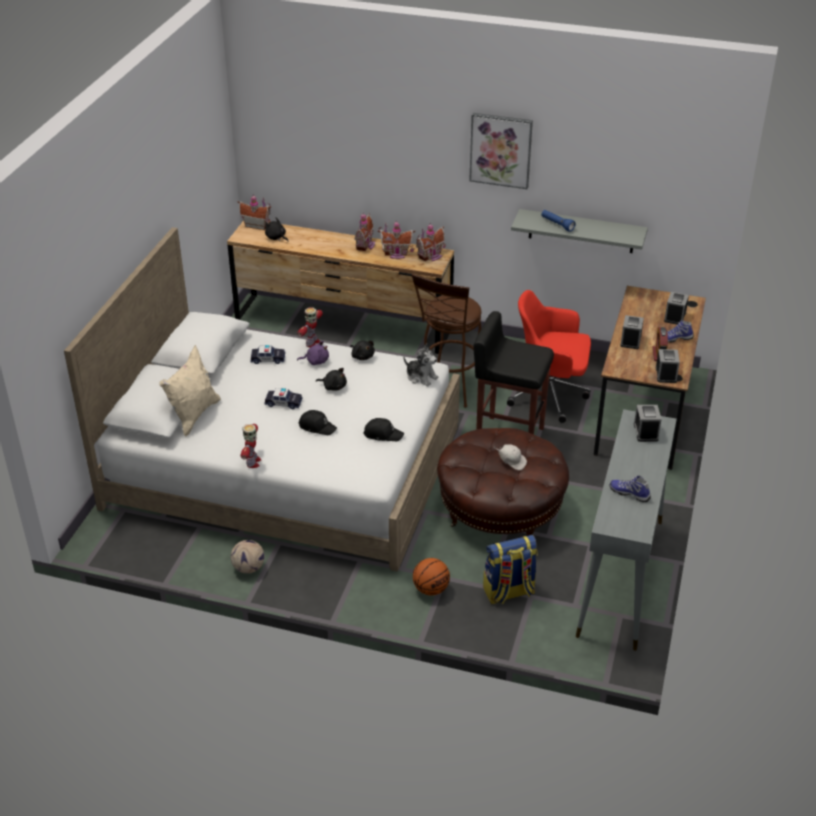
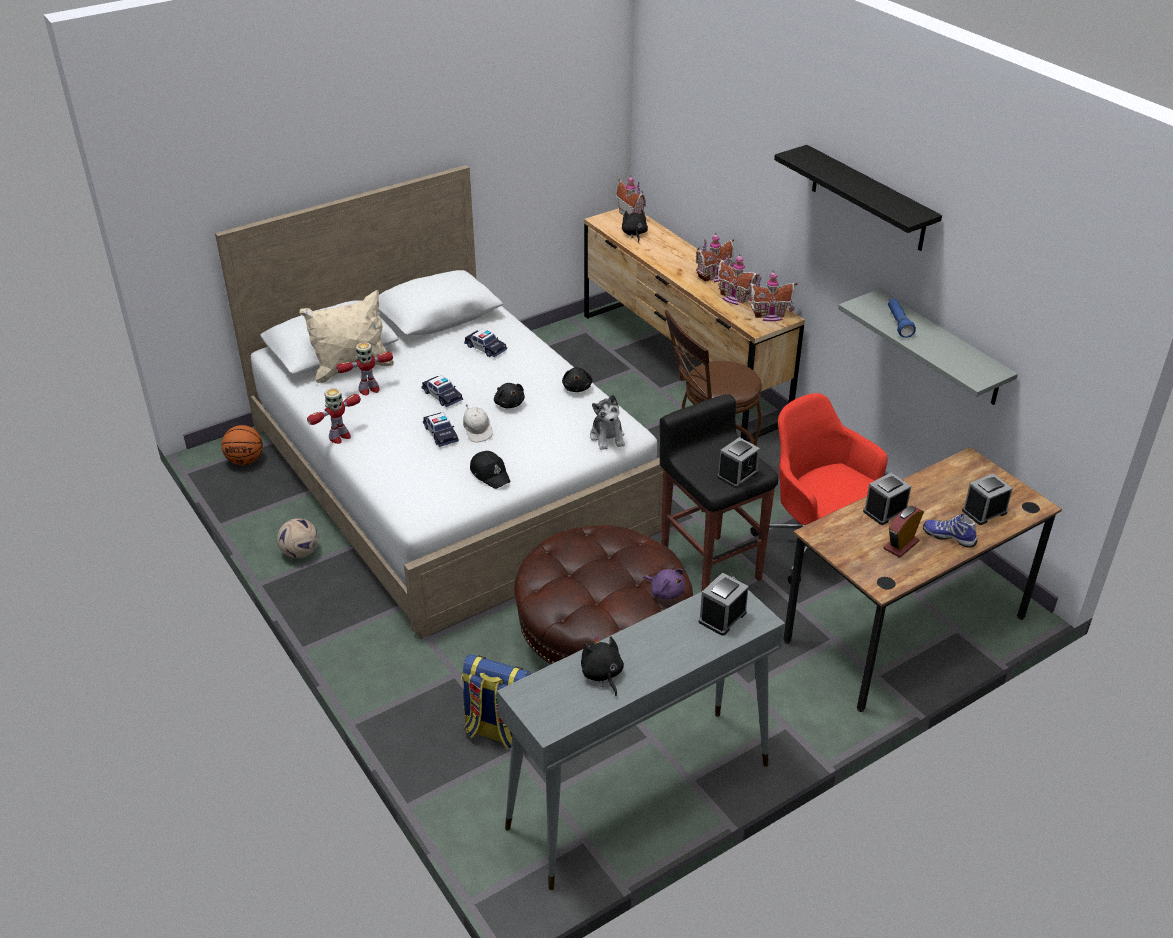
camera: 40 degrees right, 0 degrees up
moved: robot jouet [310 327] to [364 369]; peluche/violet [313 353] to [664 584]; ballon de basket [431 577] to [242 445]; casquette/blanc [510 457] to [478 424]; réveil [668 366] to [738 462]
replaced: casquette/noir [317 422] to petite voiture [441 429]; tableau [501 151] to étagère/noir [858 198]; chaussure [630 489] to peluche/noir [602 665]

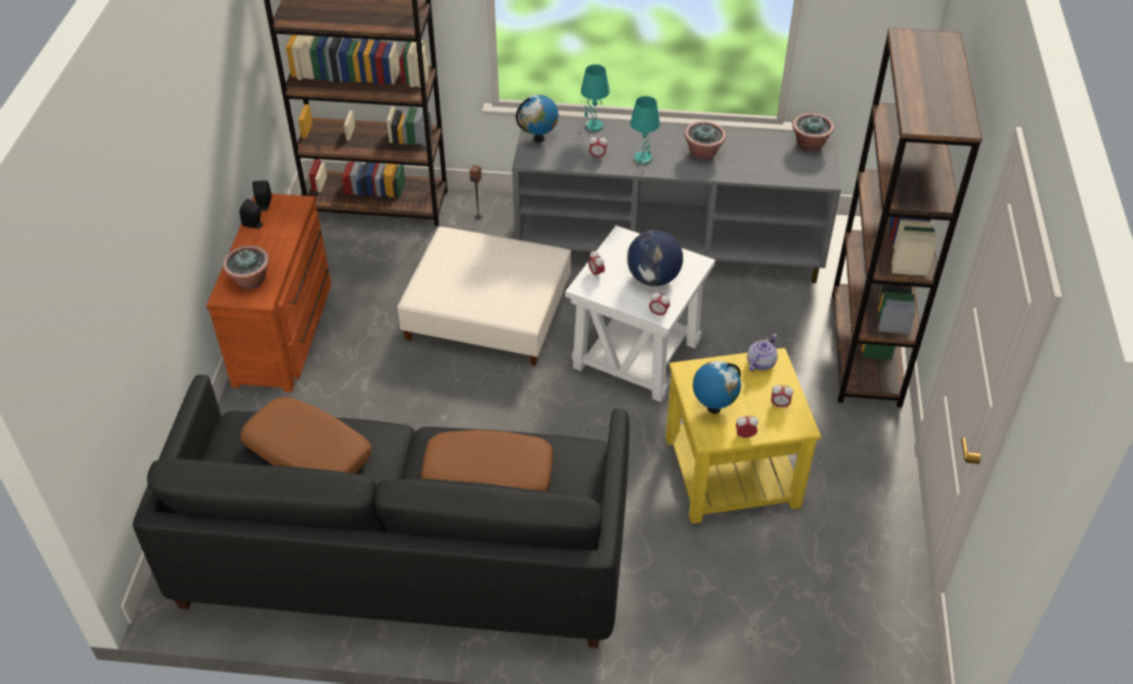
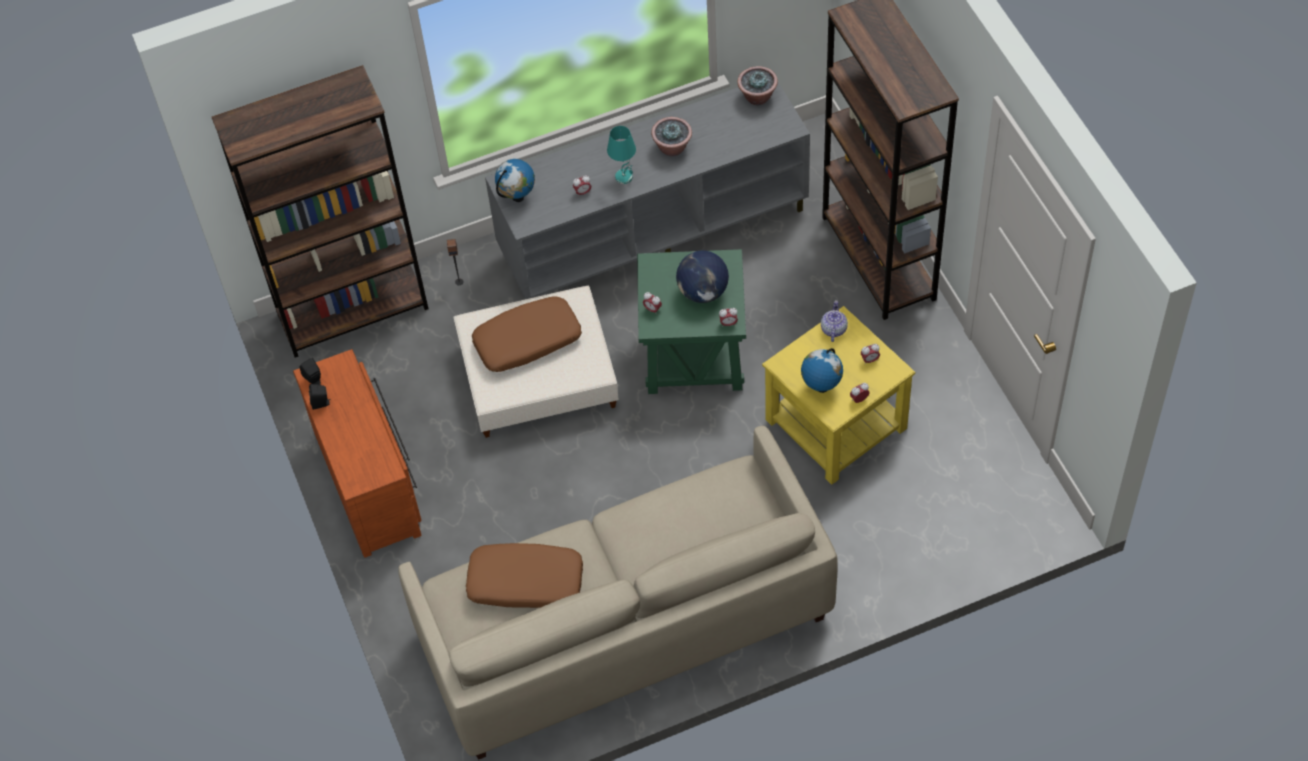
camera: 25 degrees left, 10 degrees up
removed: plante en pot [246 267]; lampe de table/turquoise [595 98]
moved: coussin/marron [487 460] to [527 334]
recoloured: canapé/noir [381 511] to canapé/beige [618 593]; table d'appoint/blanc [640 313] to table d'appoint/vert [691 321]

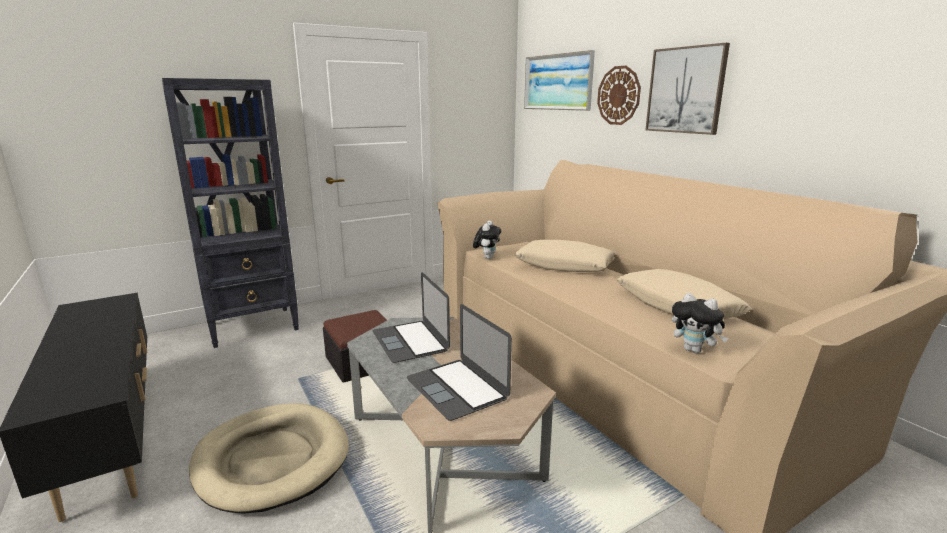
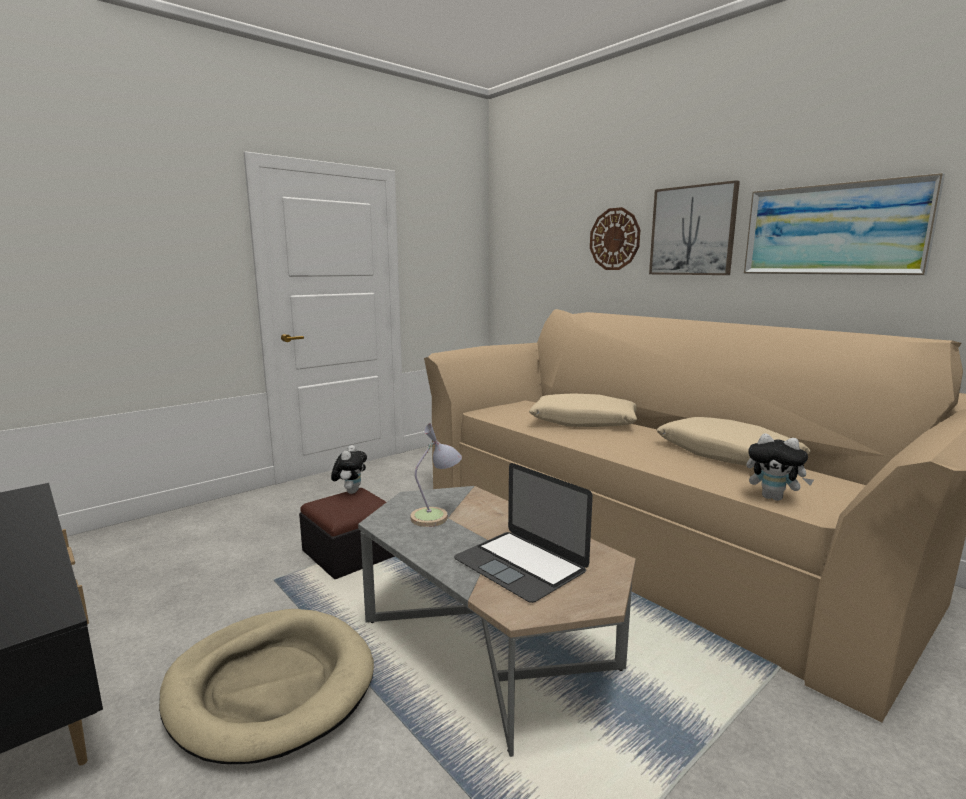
camera: 10 degrees left, 5 degrees down
removed: bibliothèque/noir [230 213]
moved: peluche [487 240] to [349 469]; tableau [559 80] to [844 224]
replaced: ordinateur portable [411 318] to lampe de table [436 475]

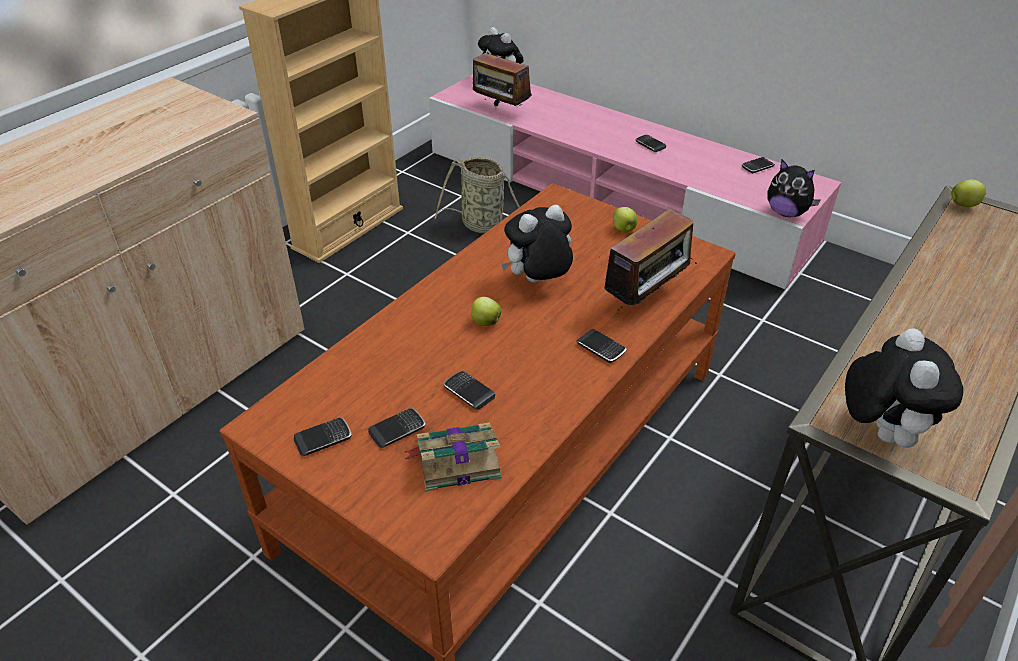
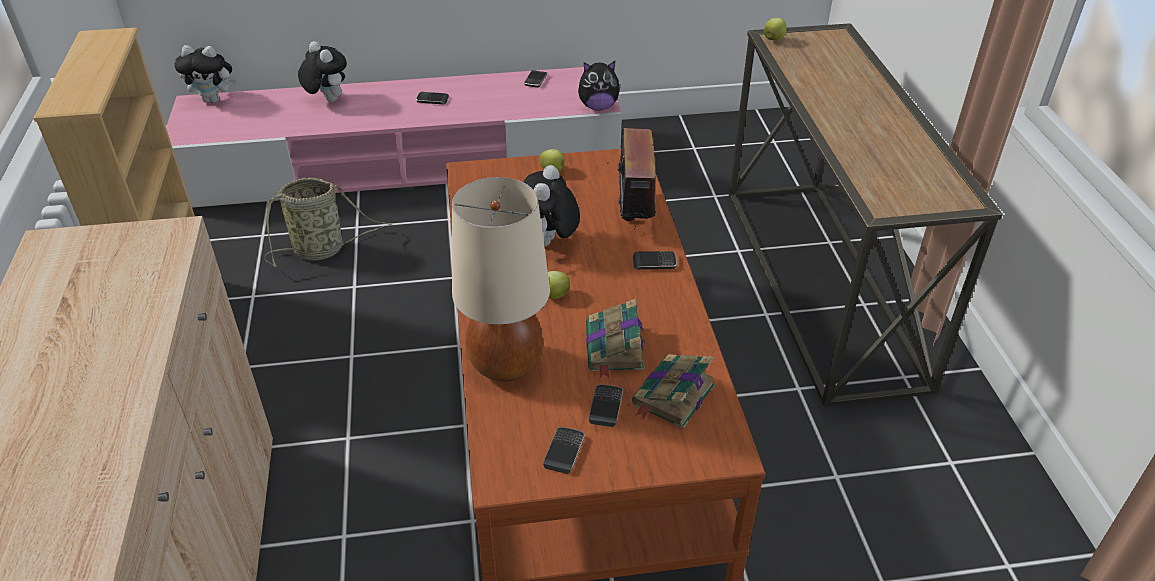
camera: 45 degrees left, 0 degrees up
removed: radio [502 76]
added: lampe de table/beige [501 279]
moved: peluche [904 388] to [322 71]
replaced: téléphone [469 390] to livre [615 338]

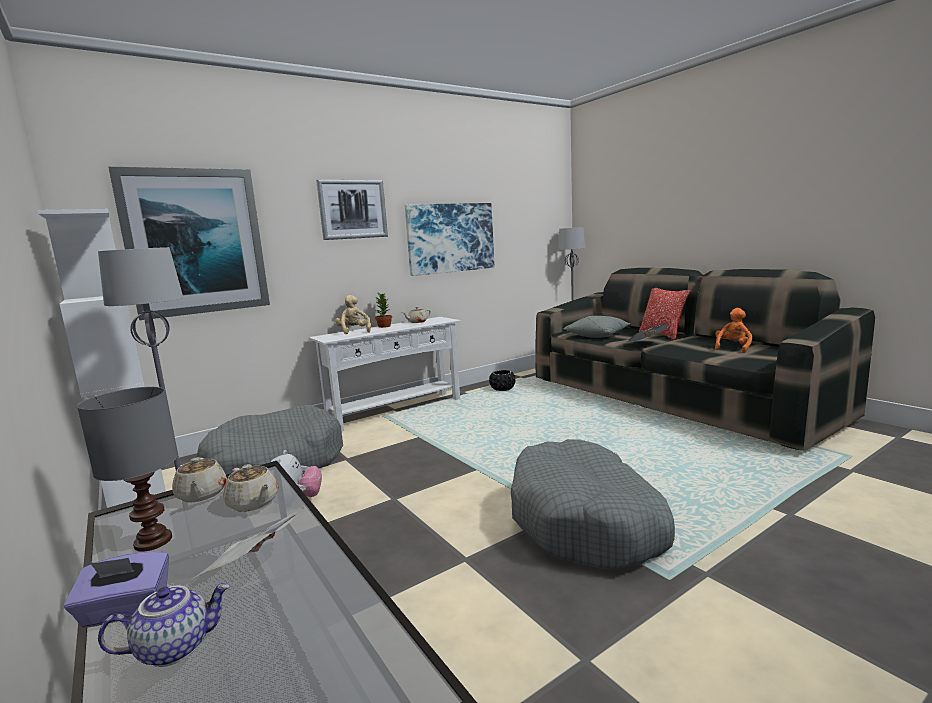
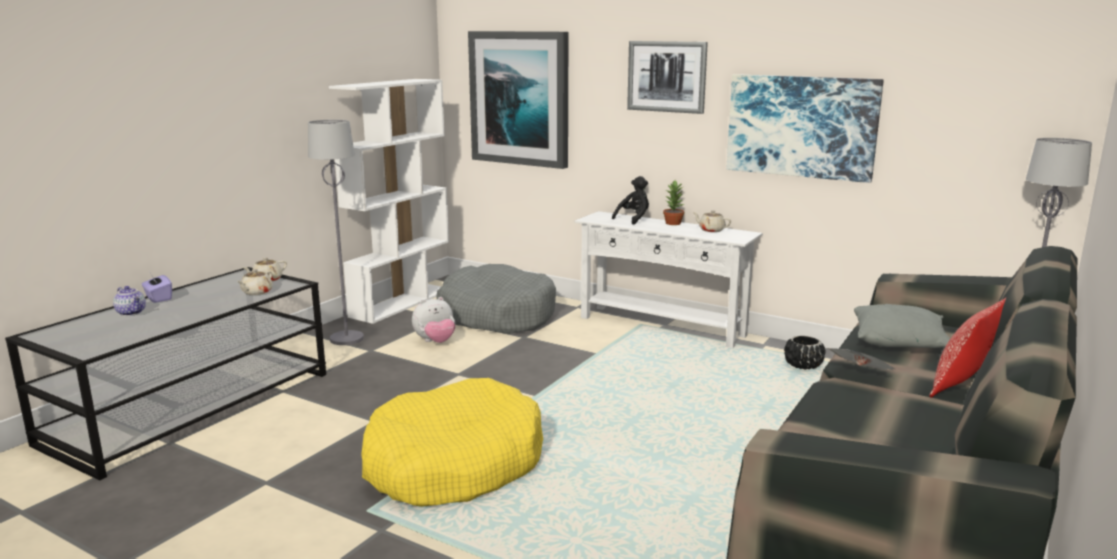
camera: 65 degrees right, 5 degrees up
removed: lampe de table/gris [127 469]; journal [246 544]; peluche/orange [734 330]
recoloured: peluche/beige [353 314] to peluche/noir [630 200]; panier pour chien/gris [592 504] to panier pour chien/jaune [452 442]

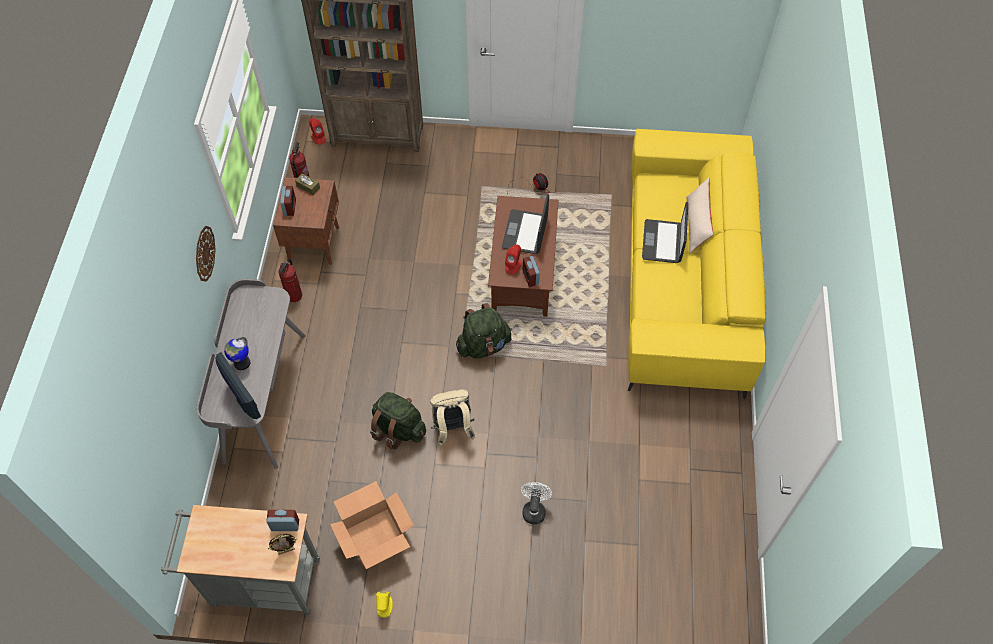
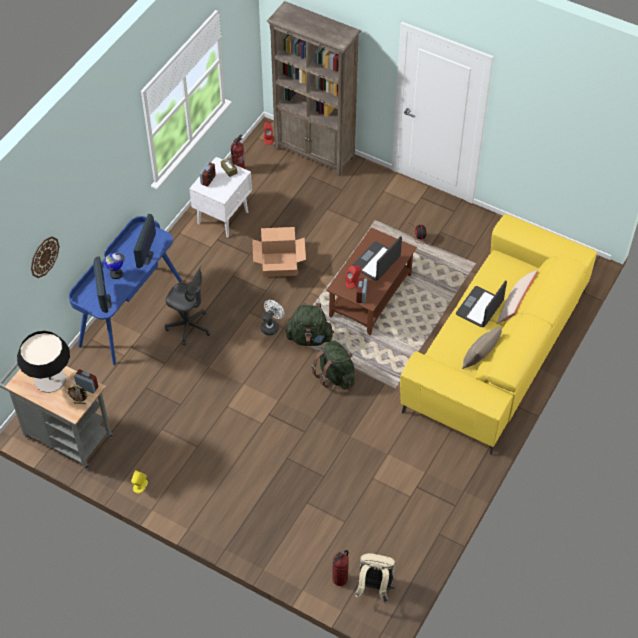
camera: 25 degrees right, 5 degrees down
added: lampe de table [43 362]; écran d'ordinateur [145 241]; chaise de bureau/gris [188 306]; coussin/beige [482 347]
moved: horloge murale [206 254] to [45 257]; extincteur [290 280] to [340 568]; carton [372 525] to [279 252]; sac à dos/vert [398 420] to [333 364]; sac à dos/beige [453 417] to [375 578]; ventilateur/blanc [536 503] to [272 318]
recoloured: bureau/gris [251 374] to bureau/bleu [125 290]; table de chevet/marron [306 221] to table de chevet/blanc [220 197]

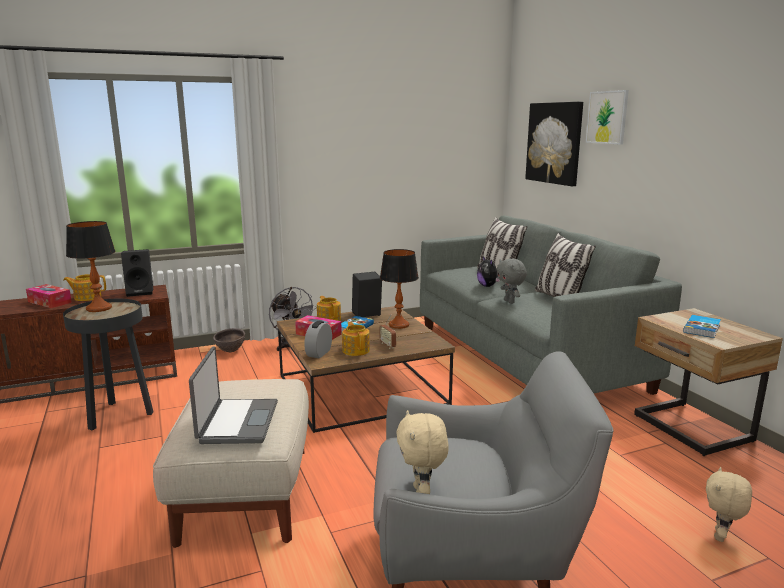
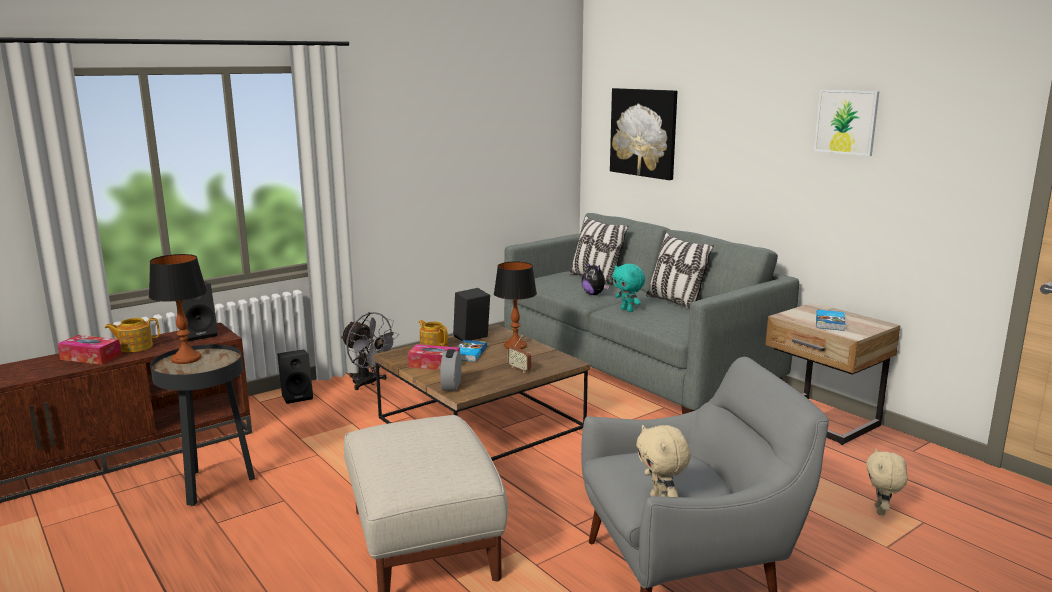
camera: 15 degrees left, 0 degrees up
removed: ordinateur portable [233 395]; théière [356 339]
moved: tableau [607 117] to [846 123]
replaced: bol/marron [229 340] to enceinte/noir [295 376]
recoloured: peluche/gris [512 281] to peluche/turquoise [628 288]

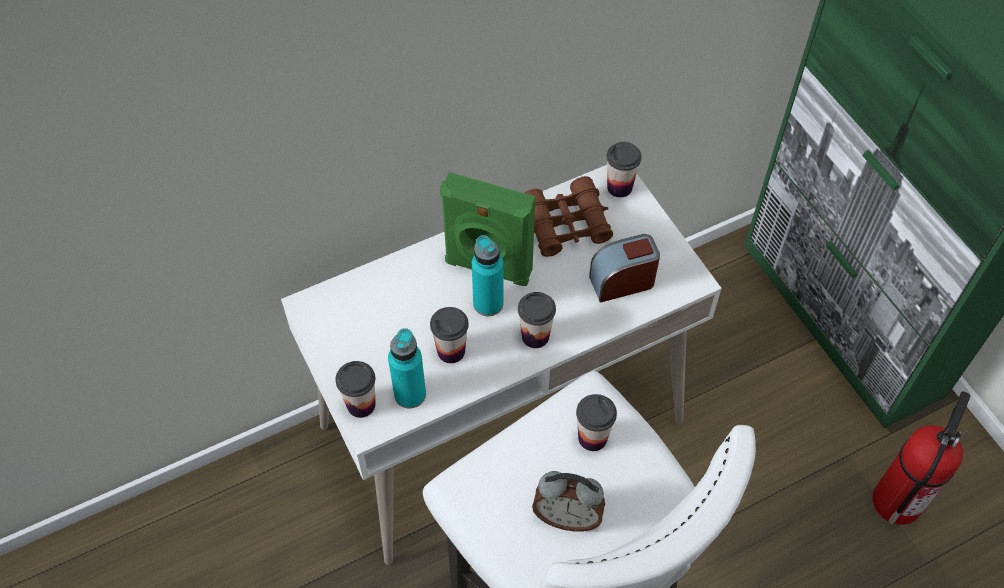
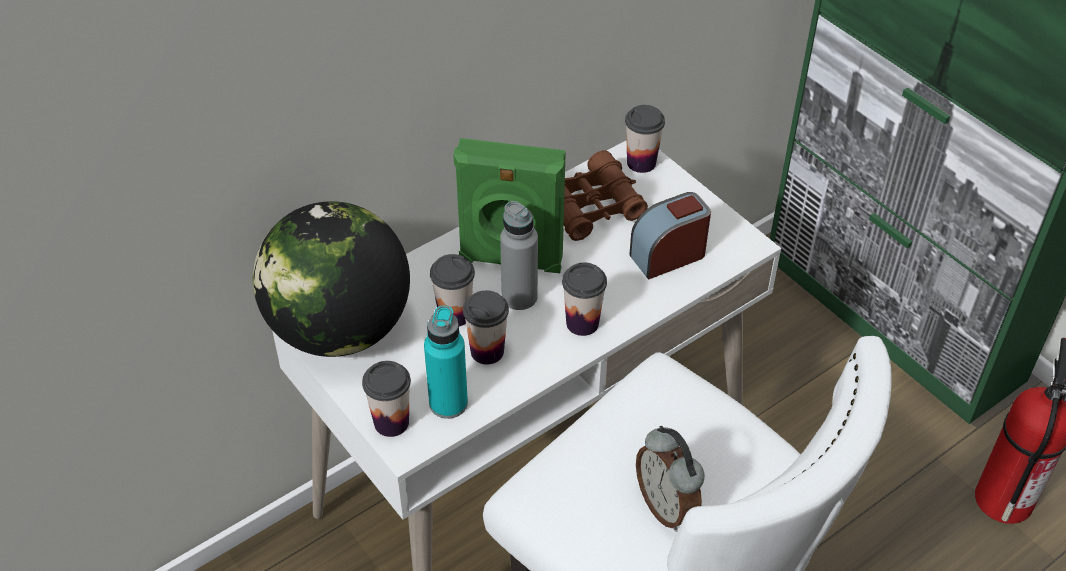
camera: 10 degrees left, 10 degrees down
added: globe [331 279]
moved: tasse [596 422] to [452 290]
recoloured: bouteille/turquoise [487 275] to bouteille/gris [519 255]
turned: réveil [568 501] = [670 478] 60 degrees clockwise

